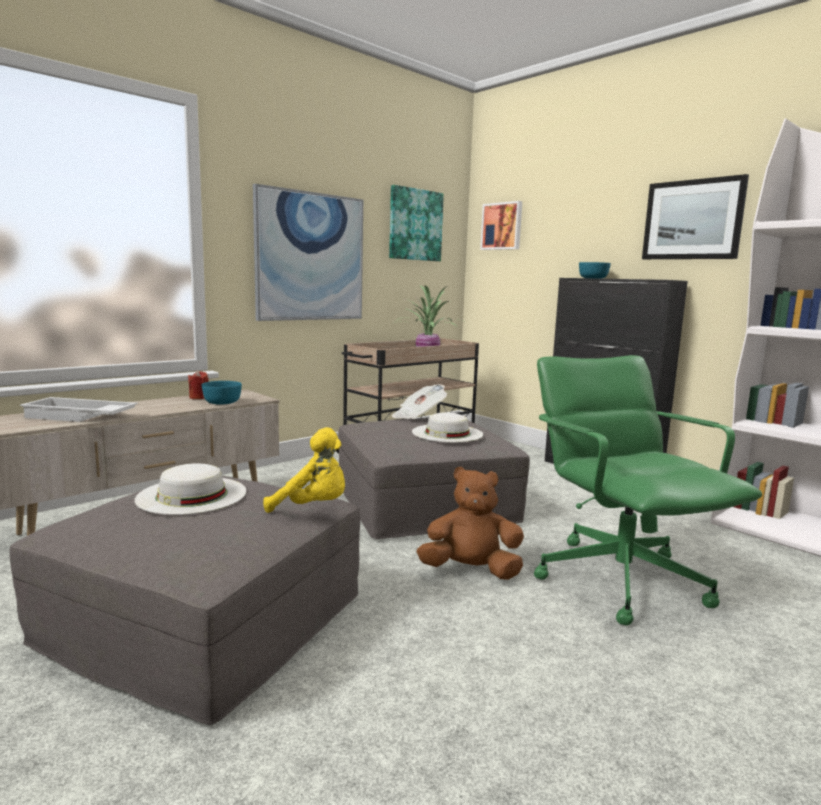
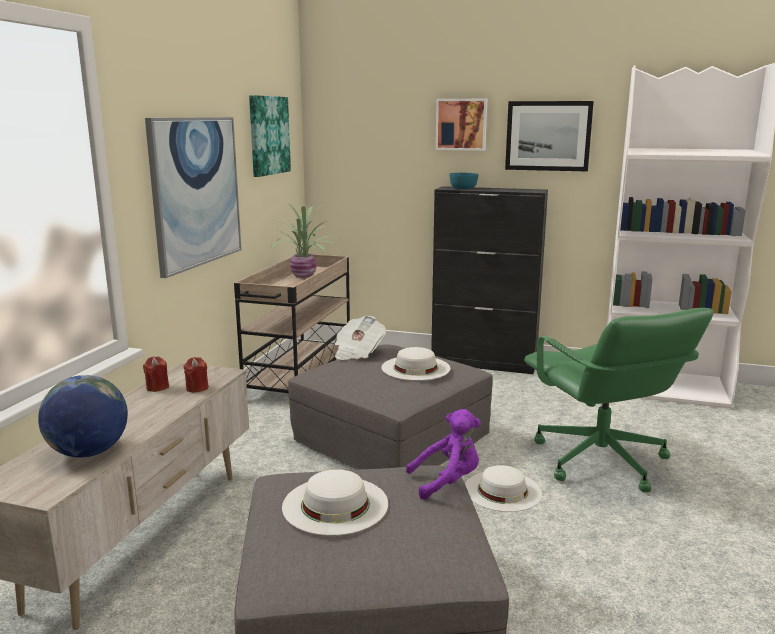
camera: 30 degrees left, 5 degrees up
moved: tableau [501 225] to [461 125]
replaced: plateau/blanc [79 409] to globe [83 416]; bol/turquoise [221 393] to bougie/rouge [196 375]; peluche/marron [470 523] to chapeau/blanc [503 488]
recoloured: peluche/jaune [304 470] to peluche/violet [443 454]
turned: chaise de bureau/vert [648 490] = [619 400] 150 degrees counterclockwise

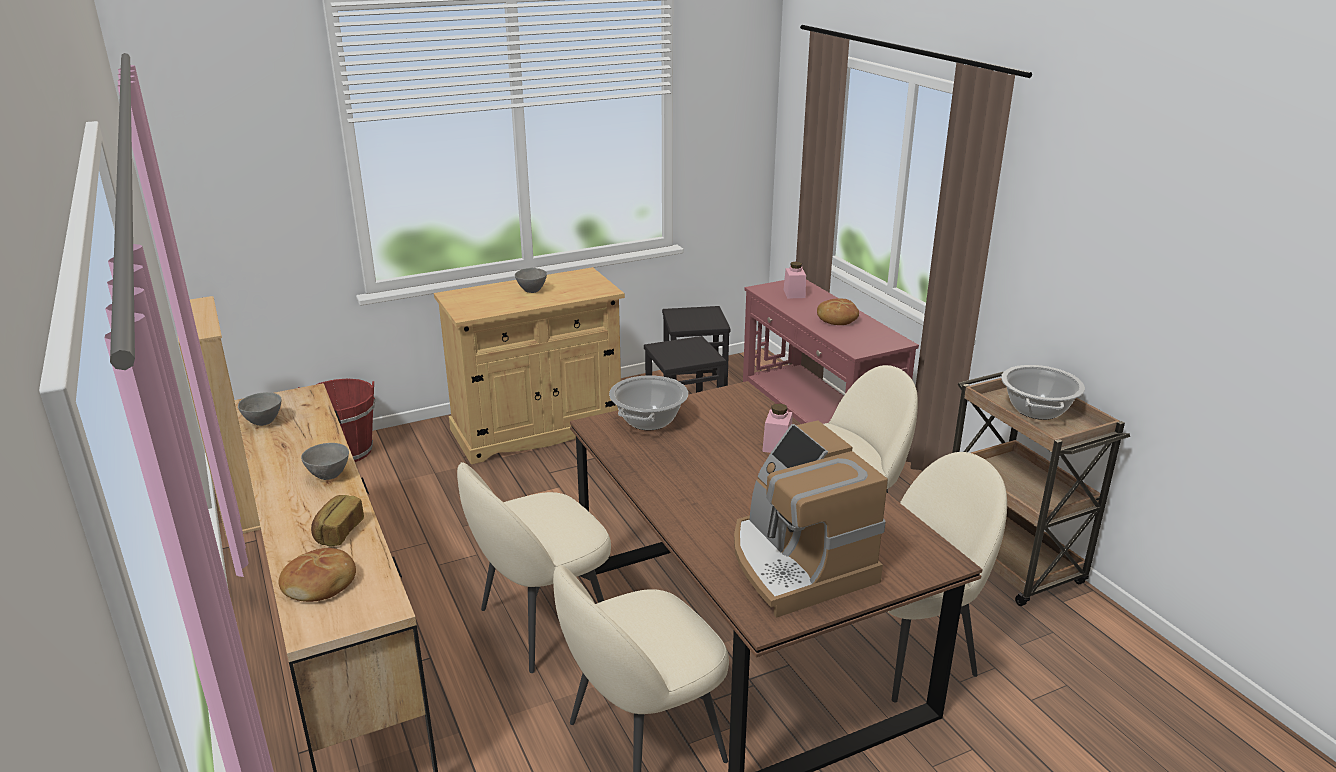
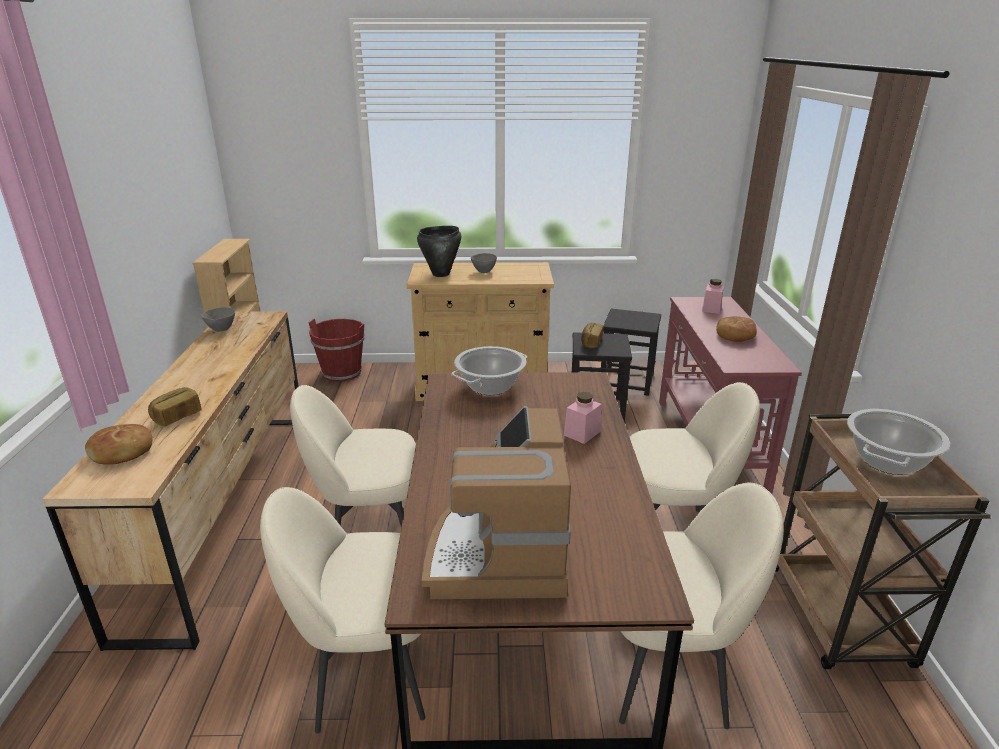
camera: 25 degrees right, 0 degrees up
removed: bol/gris [325 461]
added: marmite/noir [439 251]; pain [592 335]

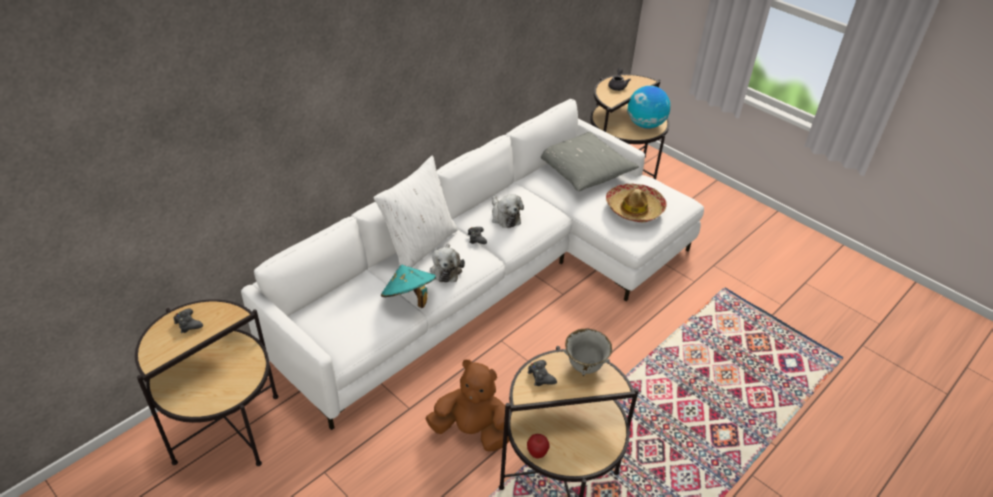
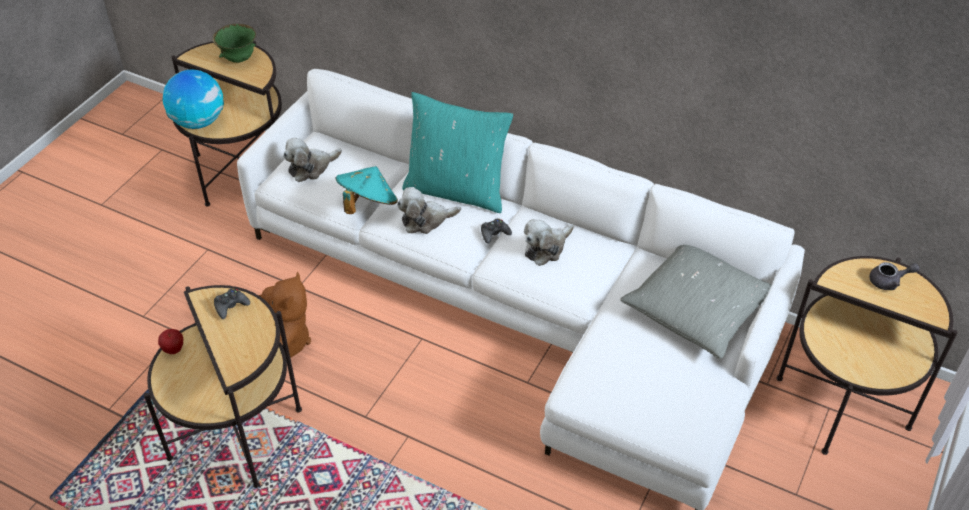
camera: 75 degrees right, 5 degrees up
removed: bol/gris [587 352]; chapeau [636 203]
added: peluche [312 160]
moved: globe [648 107] to [193 99]
replaced: manette/noir [188 321] to bol/vert [234 43]
recoloured: coussin/blanc [415 212] to coussin/turquoise [457 152]

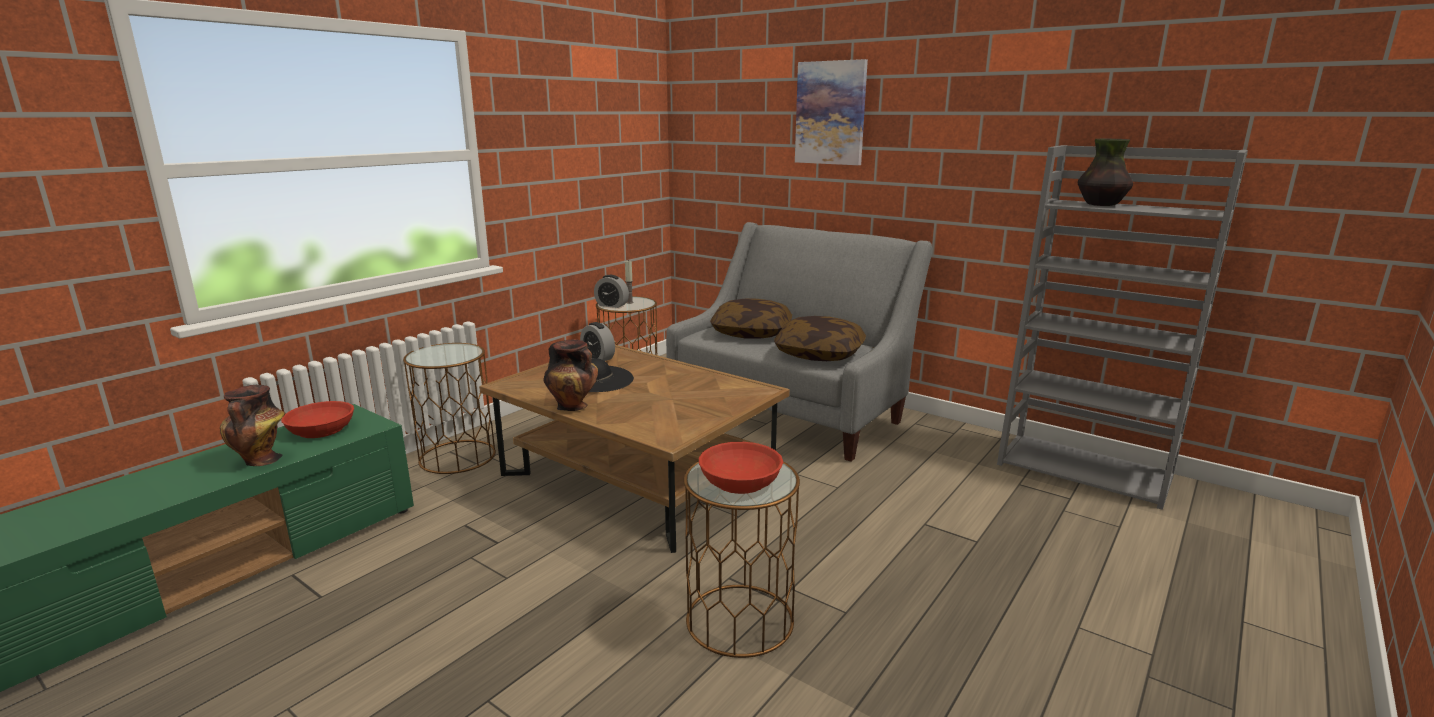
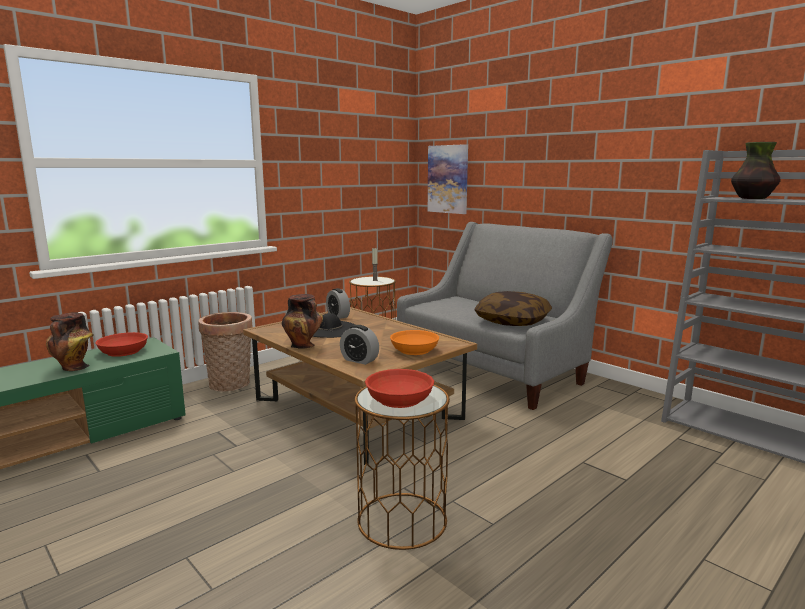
camera: 10 degrees right, 5 degrees down
removed: coussin [751 319]
added: bol/orange [414 342]
moved: réveil [611 291] to [359 345]; tableau [831 112] to [448 179]
replaced: table d'appoint/marron [449 408] to panier [225 352]

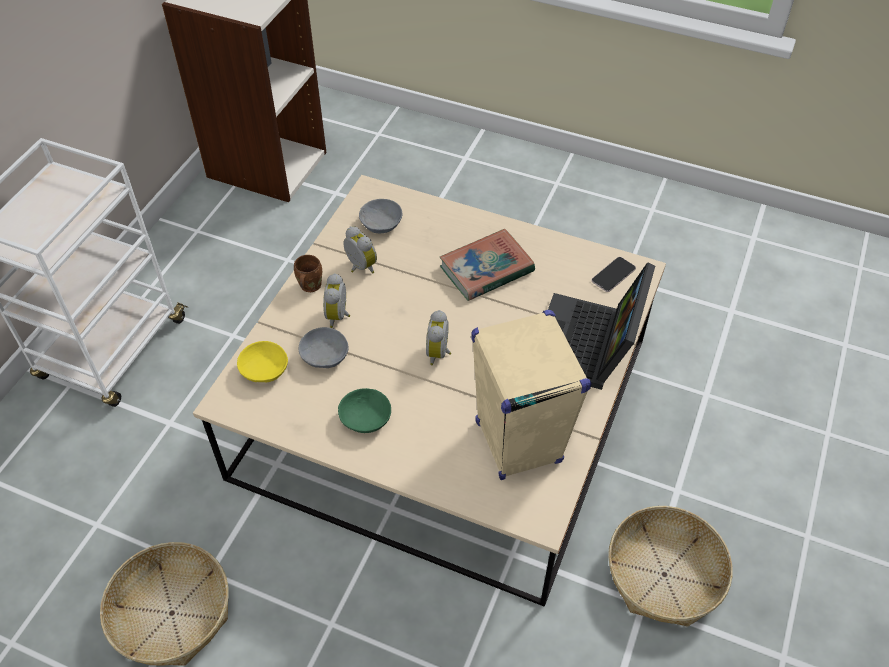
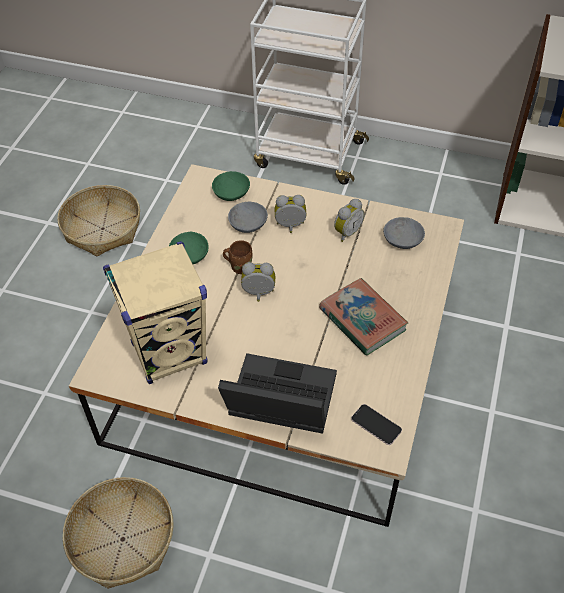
camera: 85 degrees right, 0 degrees up
moved: mug/marron [308 273] to [238 257]
recoloured: bol/jaune [262 361] to bol/vert [231 186]

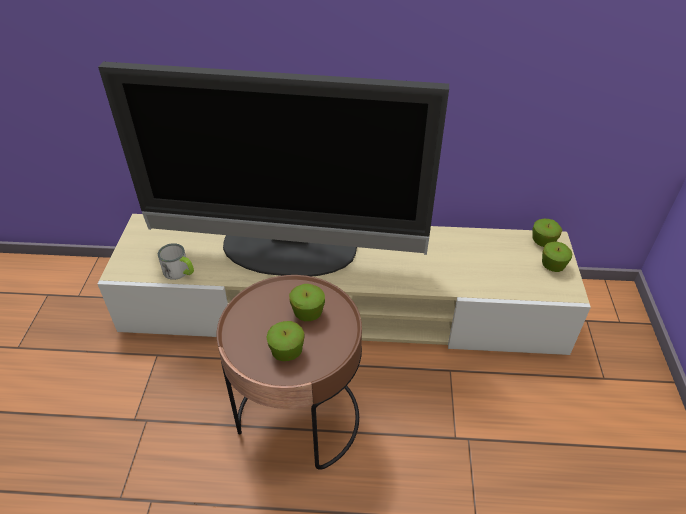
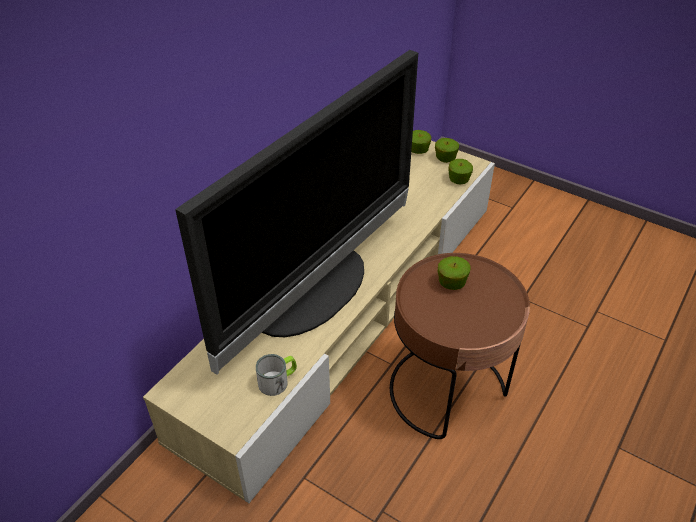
camera: 60 degrees left, 0 degrees up
moved: pomme [285 341] to [460 171]

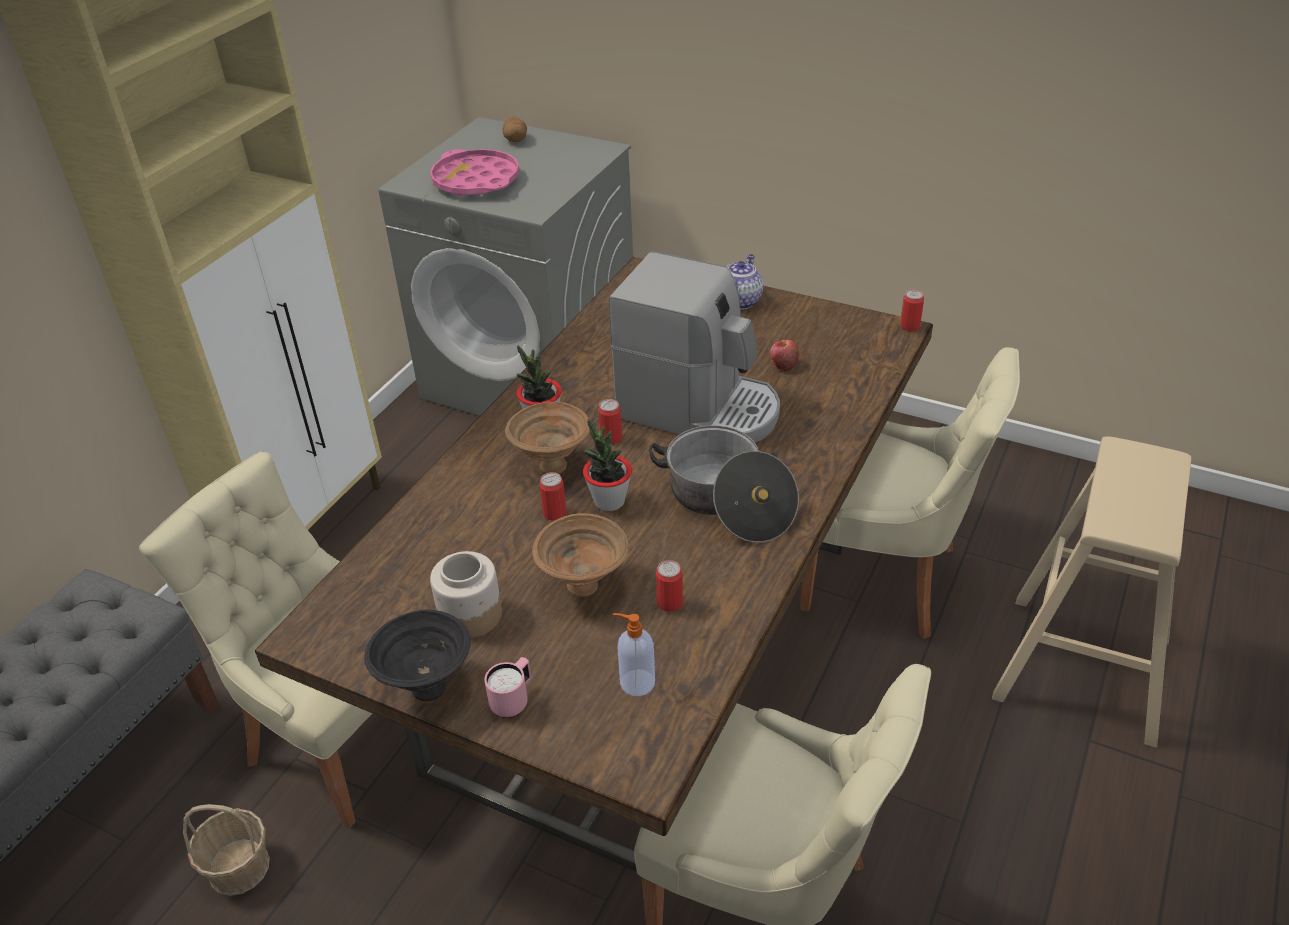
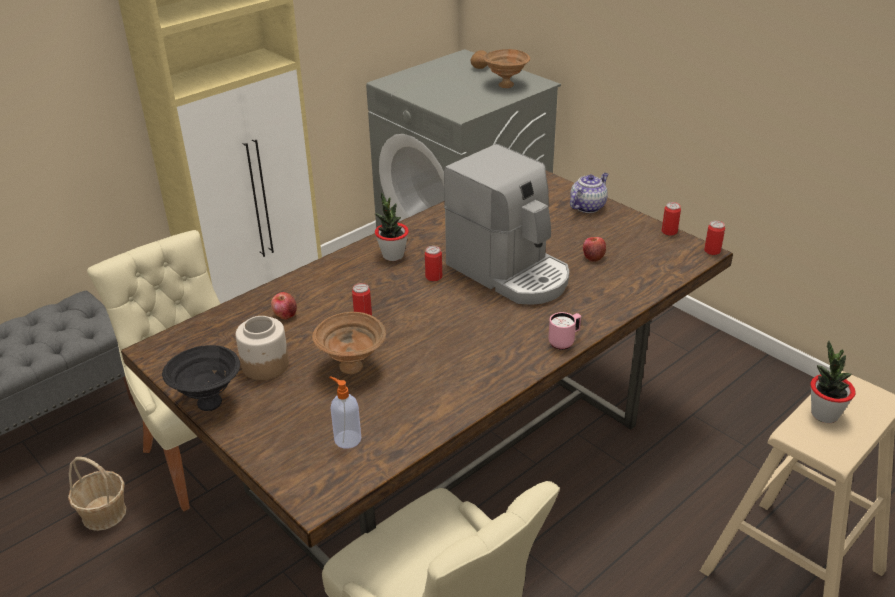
camera: 20 degrees right, 5 degrees down
removed: plateau/rose [474 172]; marmite [724 483]; chaise/beige [910 493]
added: pomme [284 306]
moved: mug/rose [507 687] to [564 331]; bol/marron [547 438] to [506 68]; plante en pot [607 465] to [833 382]; boîte métallique [669 586] to [671 219]

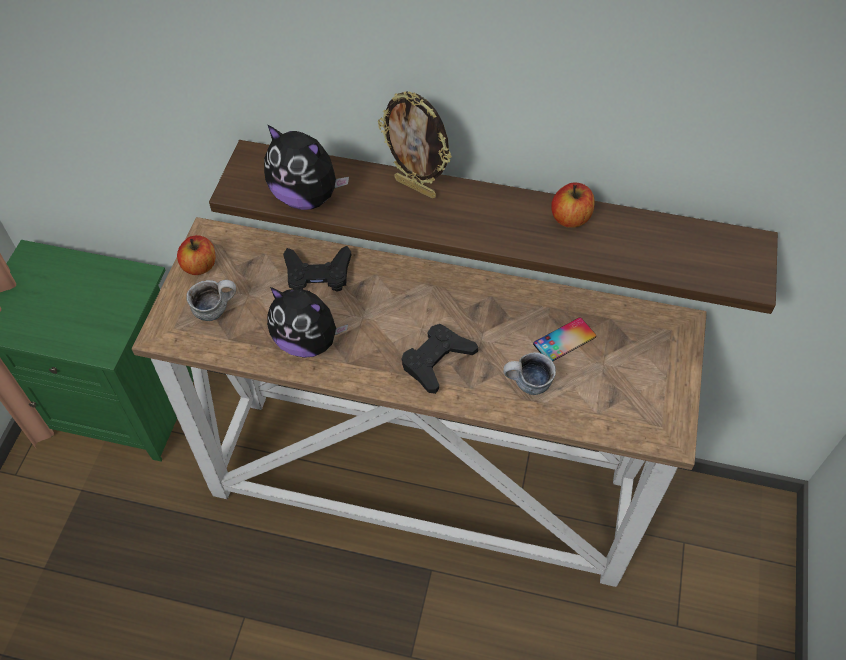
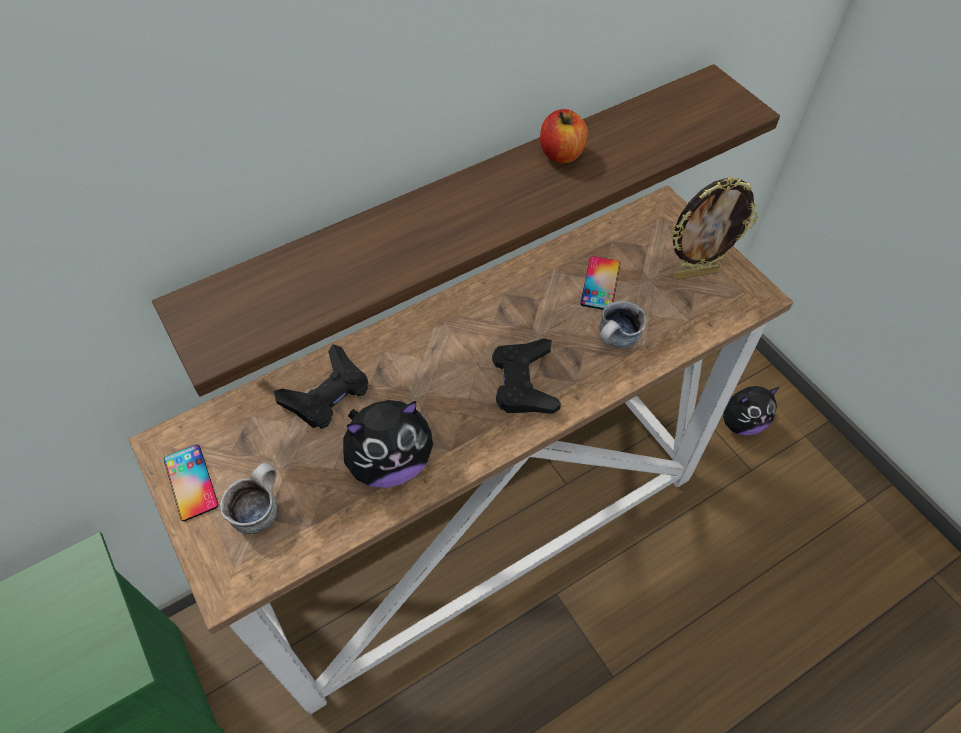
camera: 45 degrees left, 0 degrees up
moved: peluche [306 167] to [751 410]; cadre photo [415 144] to [714 228]
replaced: pomme [196 255] to téléphone [191 483]

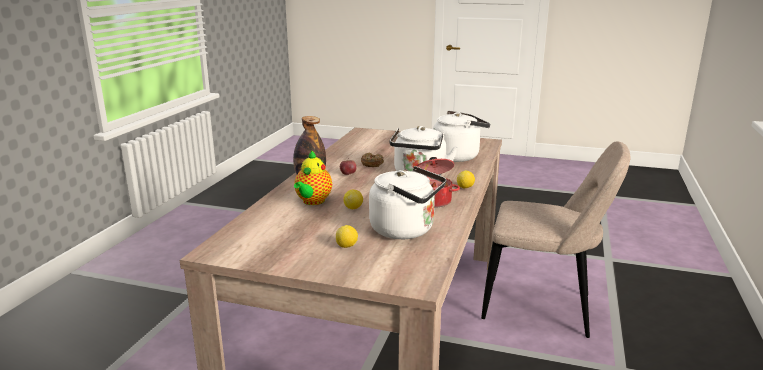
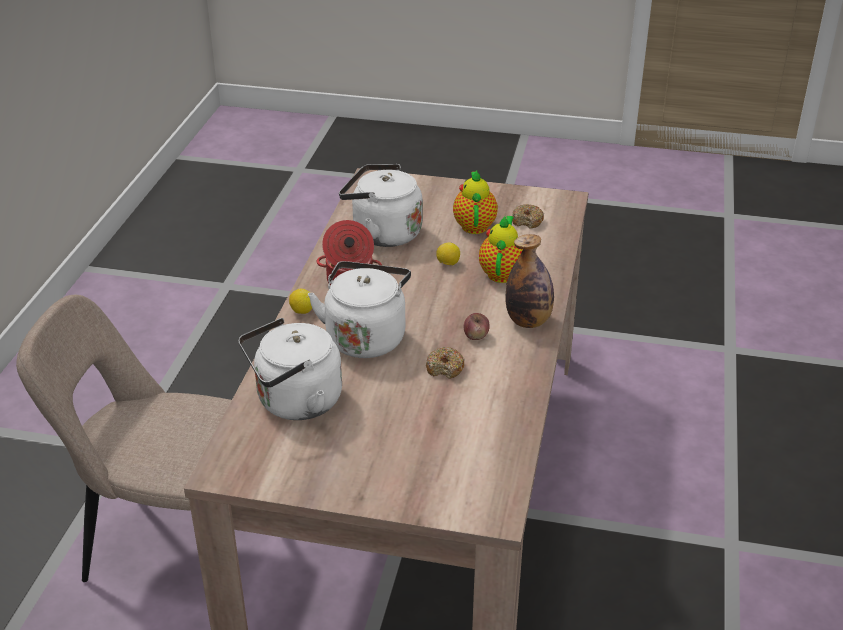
camera: 175 degrees right, 15 degrees up
removed: citron [347 236]
added: théière [475 202]; beignet [528 216]

